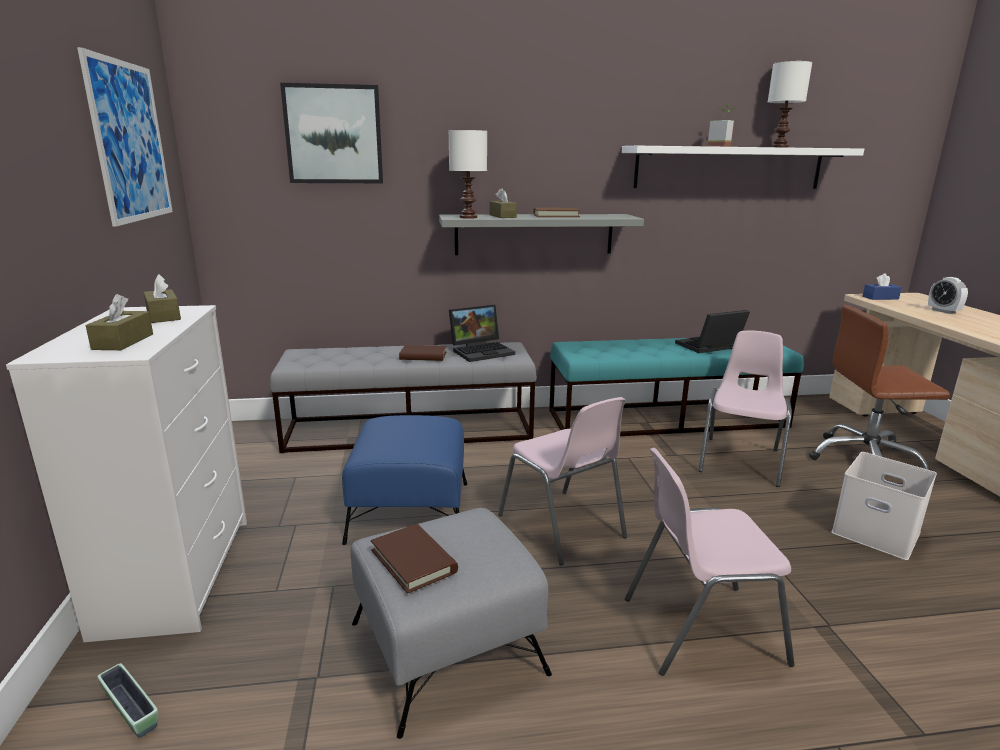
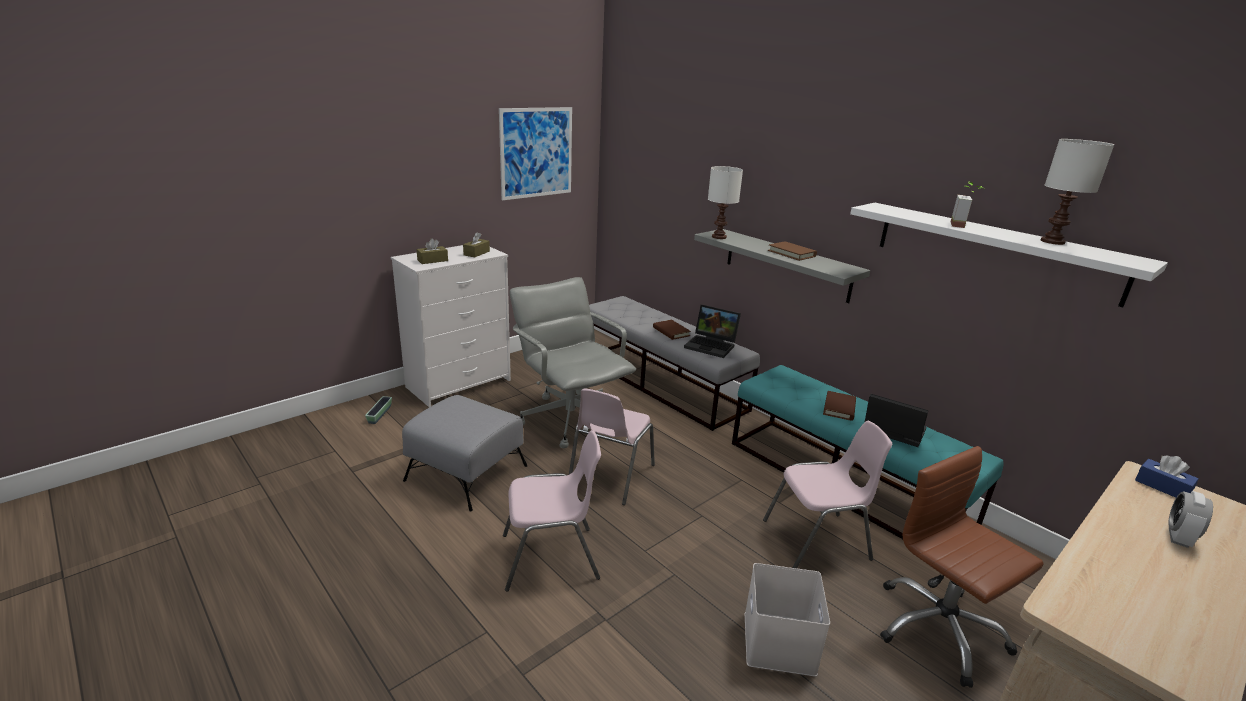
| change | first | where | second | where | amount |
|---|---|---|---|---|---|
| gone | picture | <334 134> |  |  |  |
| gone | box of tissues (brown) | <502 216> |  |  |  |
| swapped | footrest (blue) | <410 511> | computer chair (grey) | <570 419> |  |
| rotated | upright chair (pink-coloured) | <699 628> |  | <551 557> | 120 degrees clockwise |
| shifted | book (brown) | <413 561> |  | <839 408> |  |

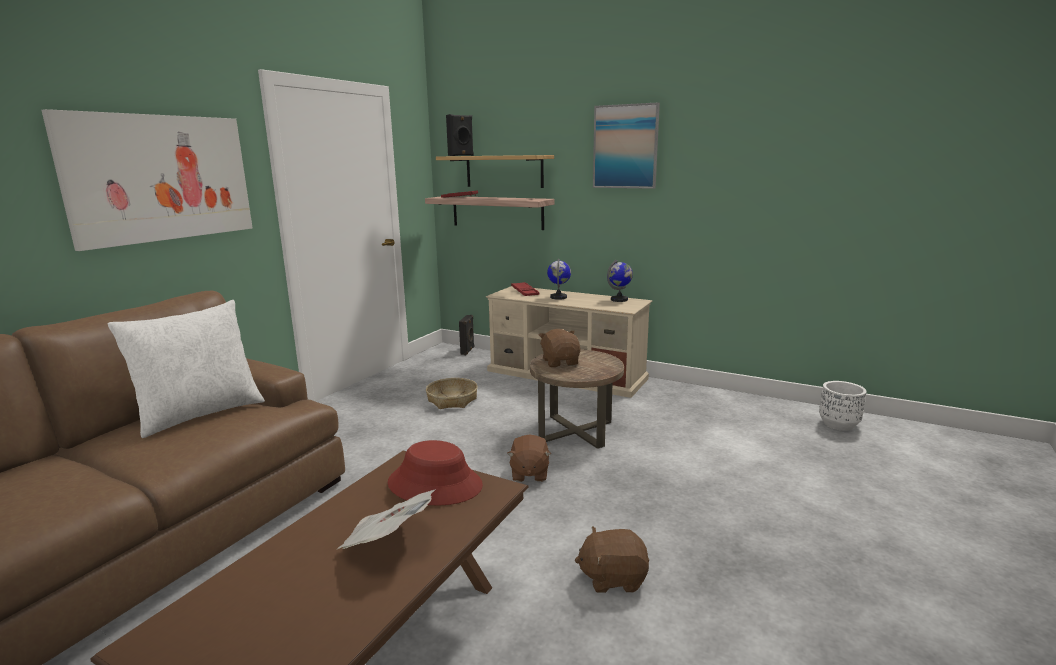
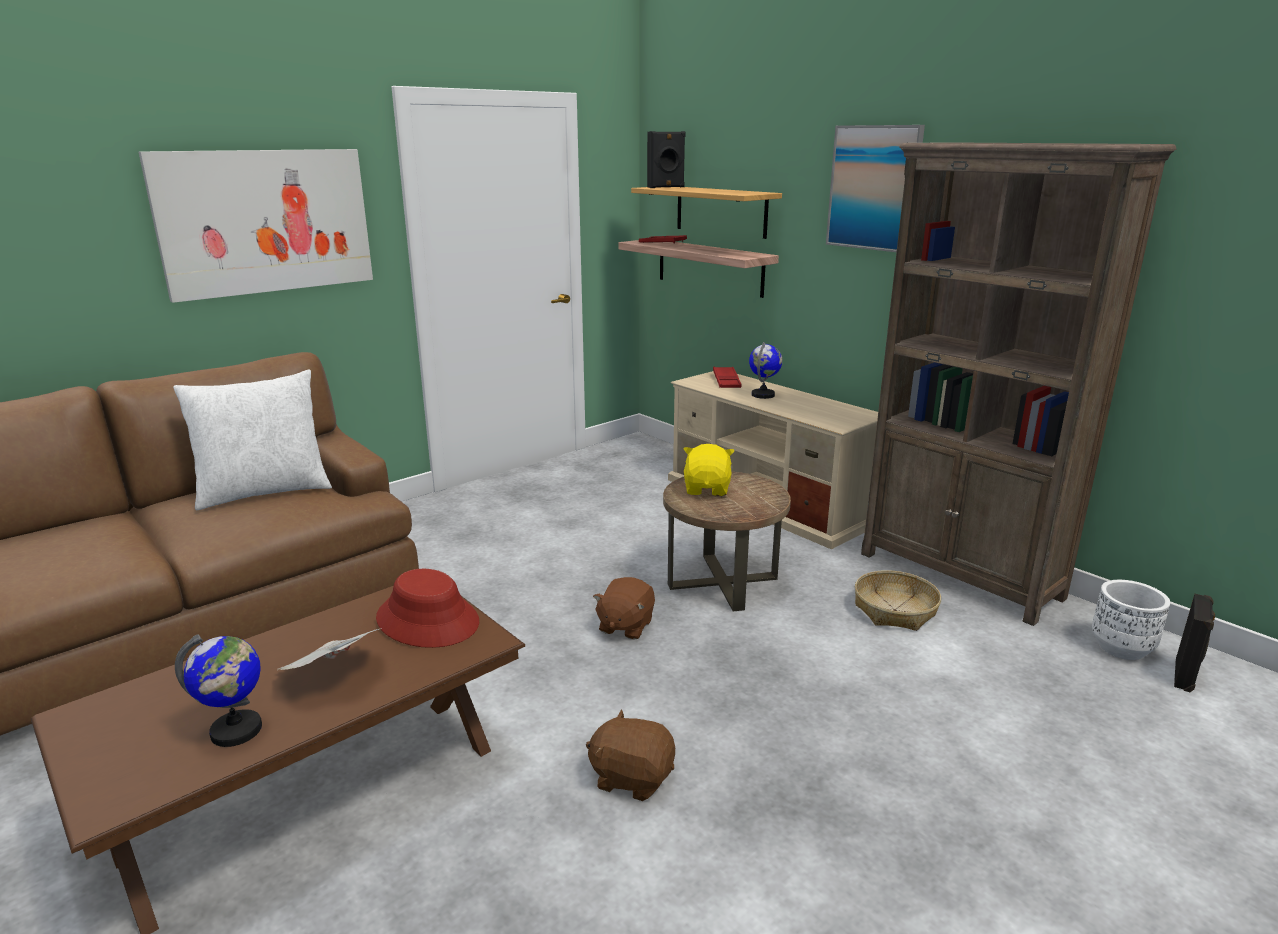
| change | first | where | second | where | amount |
|---|---|---|---|---|---|
| shifted | desk globe | <619 300> |  | <236 731> |  |
| shifted | audio speaker (black) | <468 351> |  | <1185 676> |  |
| repainted | soft toy (brown) | <560 362> | soft toy (yellow-coloured) | <707 489> |  |
| shifted | basket | <452 400> |  | <894 610> |  |
| new |  |  | bookcase (brown) | <960 576> |  |

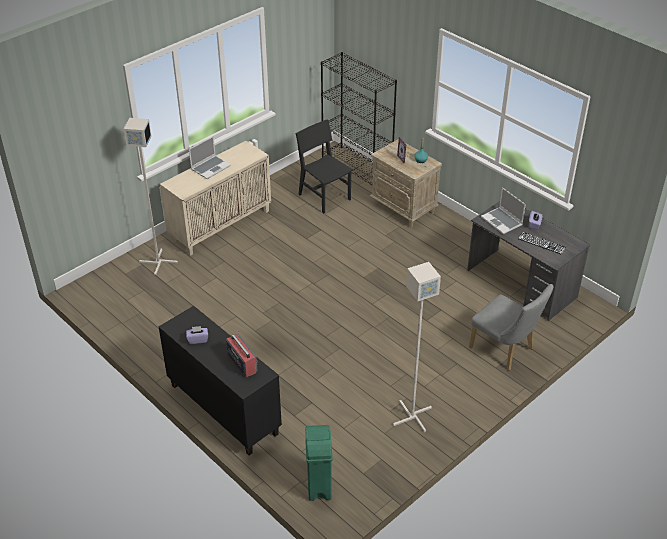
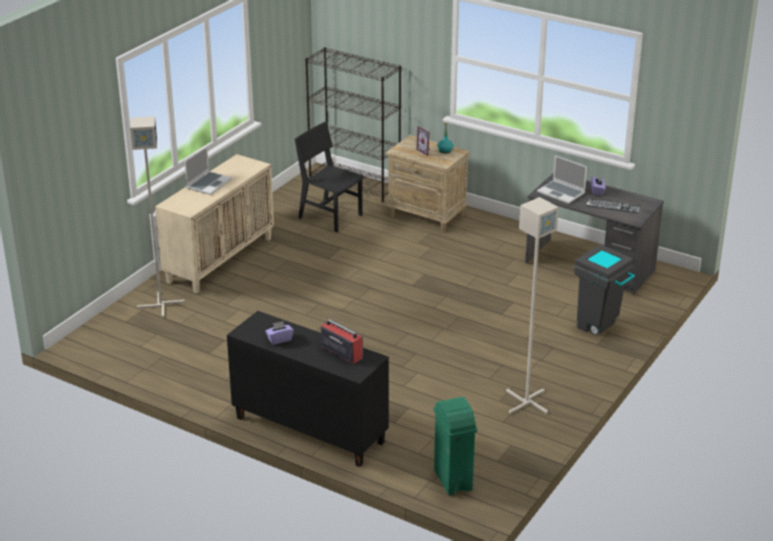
| change | first | where | second | where | amount |
|---|---|---|---|---|---|
| swapped | upright chair (grey) | <505 350> | rubbish bin (grey) | <600 328> |  |

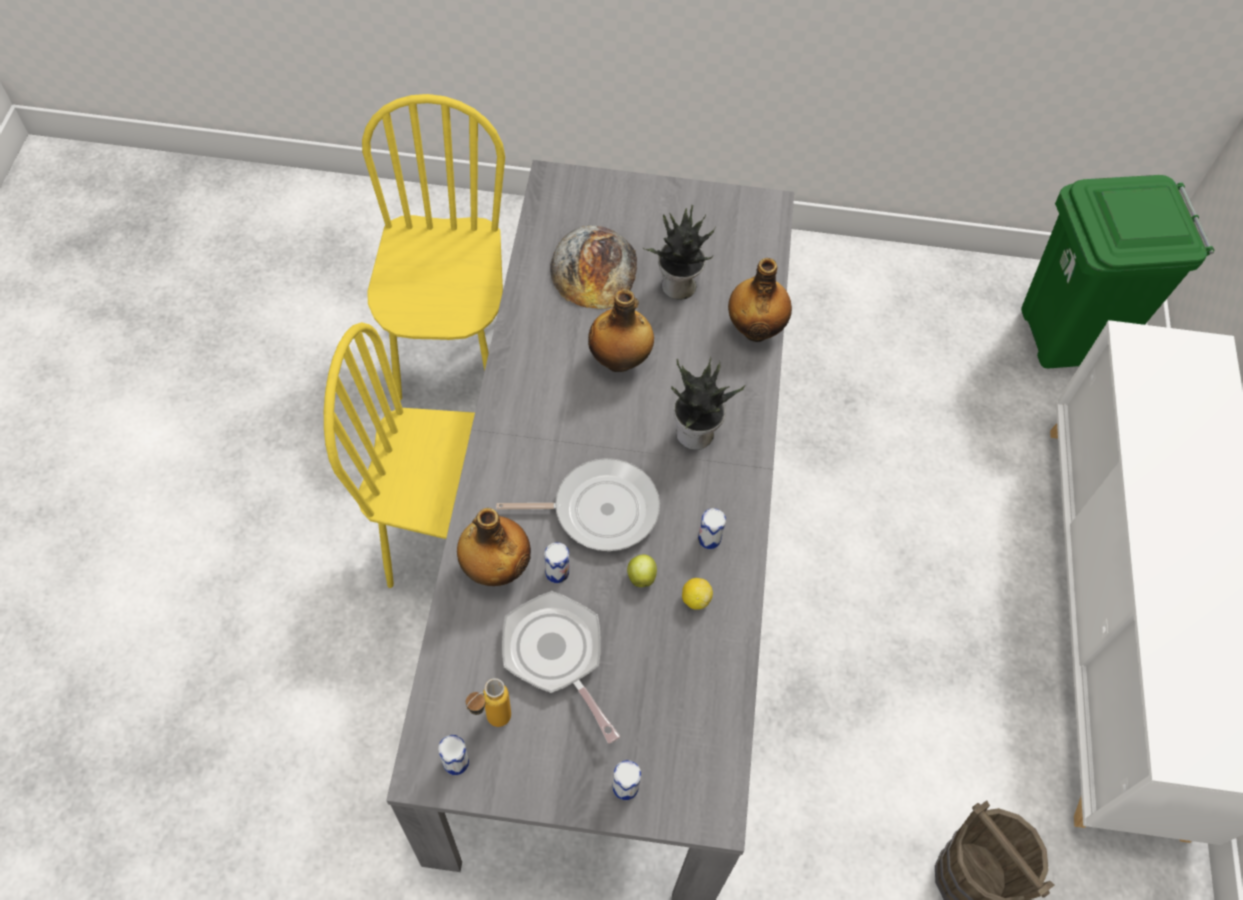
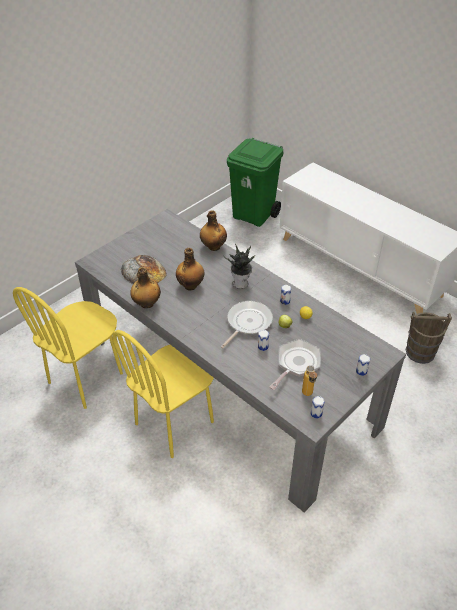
| change | first | where | second | where | amount |
|---|---|---|---|---|---|
| rotated | upright chair (yellow-coloured) | <450 356> |  | <86 378> | 90 degrees counterclockwise |
| gone | potted plant | <678 287> |  |  |  |
| shifted | drink bottle | <496 567> |  | <146 304> |  |
| rotated | frying pan | <556 655> |  | <296 364> | 120 degrees clockwise |

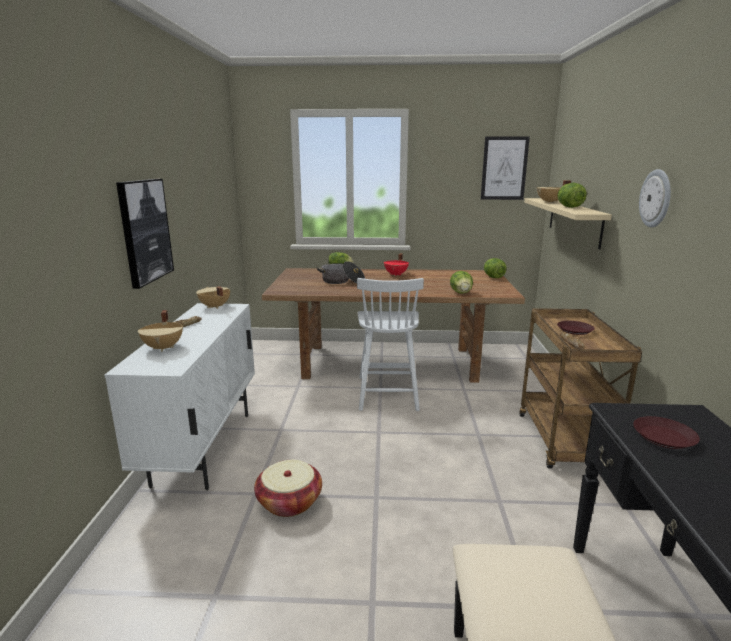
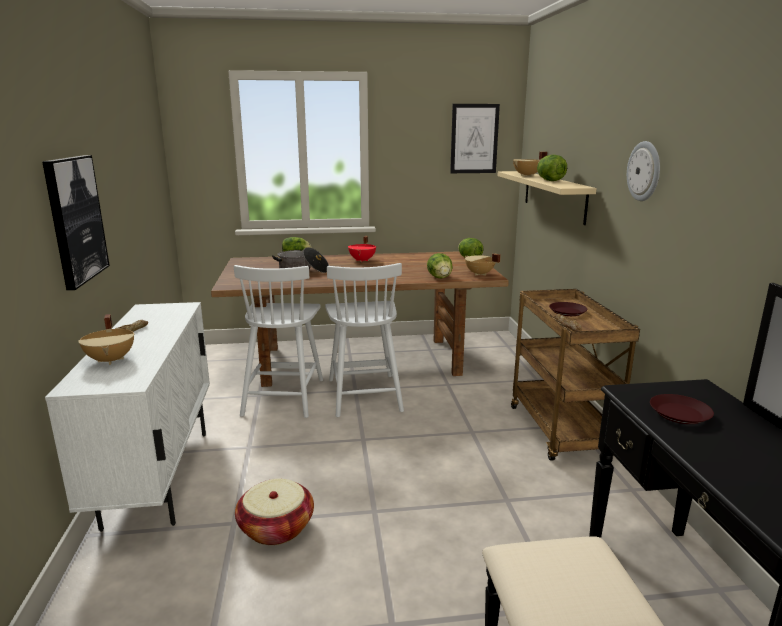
| change | first | where | second | where | amount |
|---|---|---|---|---|---|
| shifted | cooking pot (sand-coloured) | <214 307> |  | <479 274> |  |
| new |  |  | upright chair (white) | <283 396> |  |

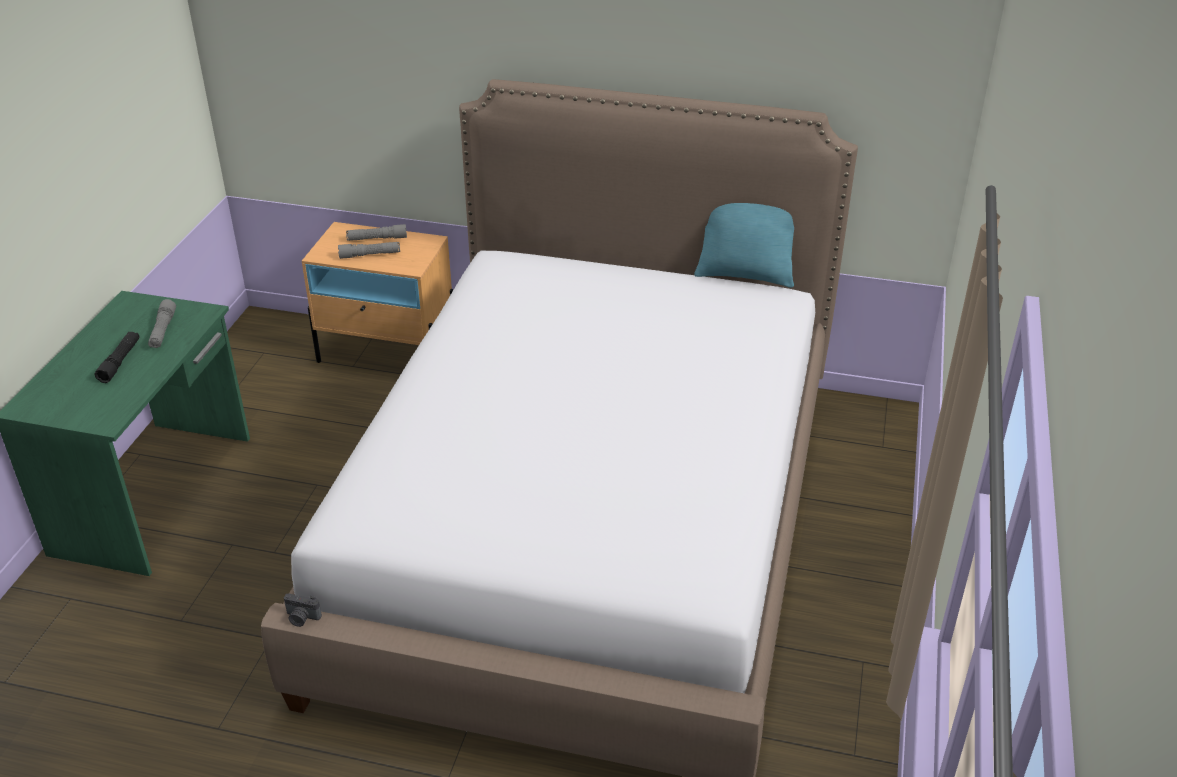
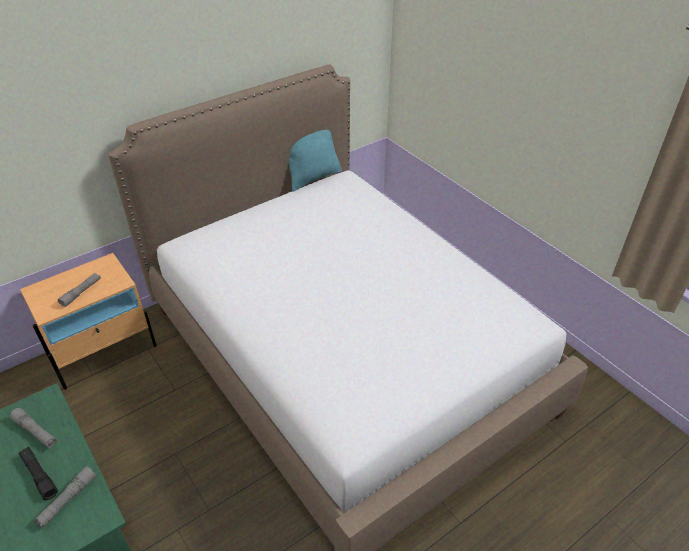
| change | first | where | second | where | amount |
|---|---|---|---|---|---|
| shifted | flashlight (grey) | <377 239> |  | <67 500> |  |
| gone | photo camera | <301 618> |  |  |  |

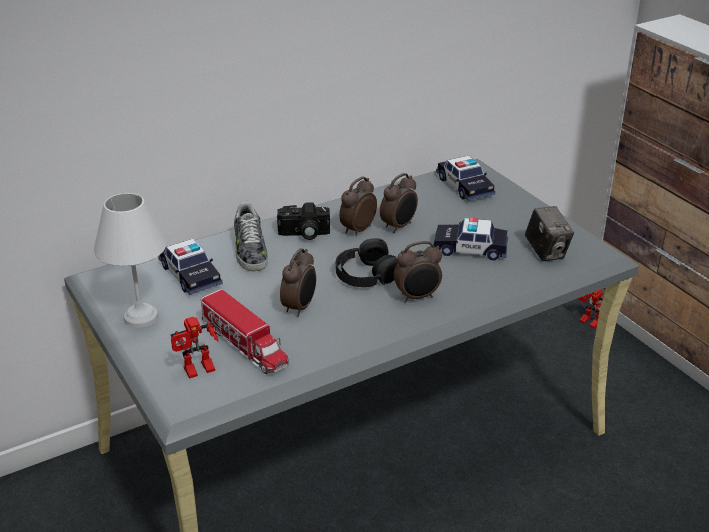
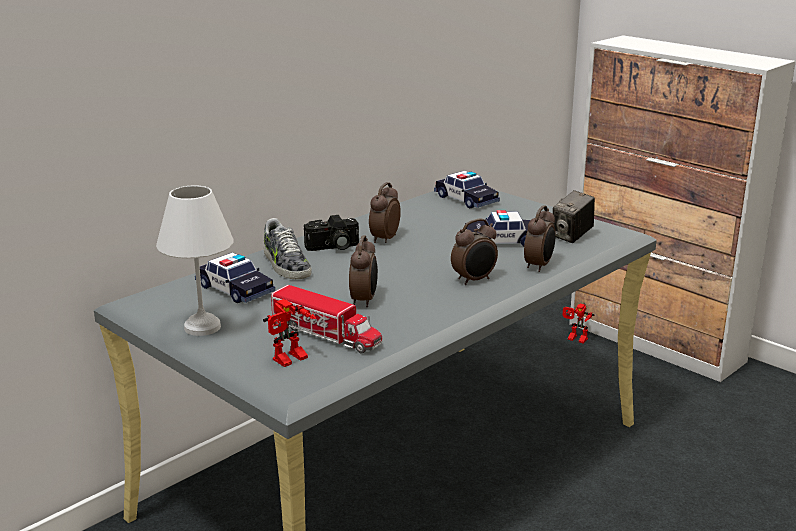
| change | first | where | second | where | amount |
|---|---|---|---|---|---|
| shifted | bedside clock | <399 226> |  | <539 266> |  |
| rotated | photo camera | <546 252> |  | <572 236> | 75 degrees clockwise |
| gone | headphones (black) | <366 274> |  |  |  |

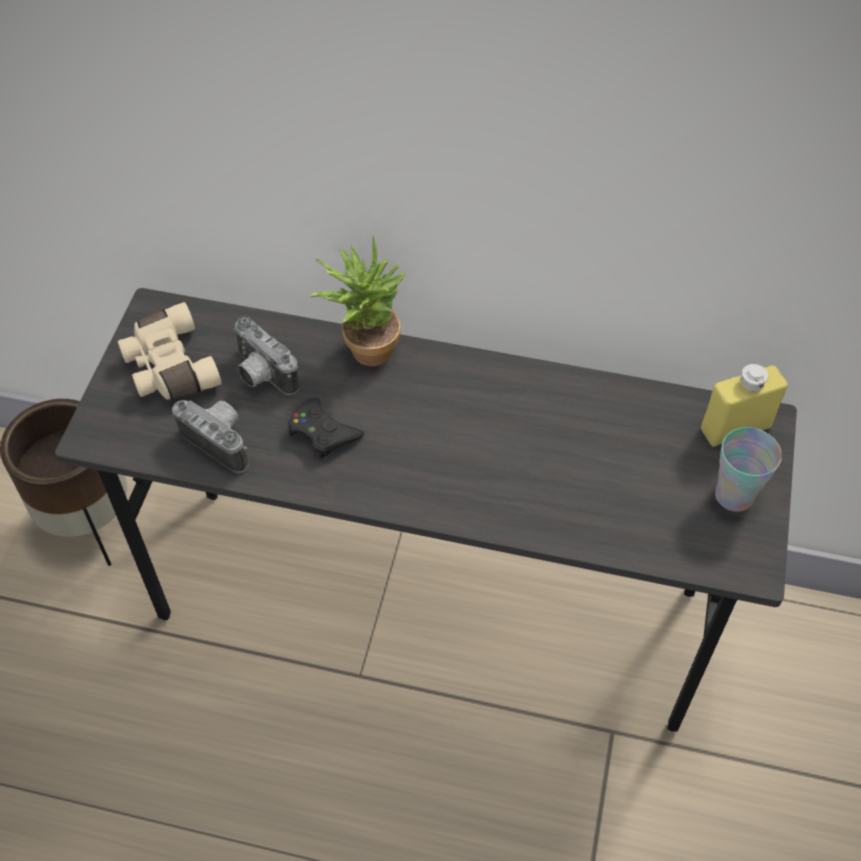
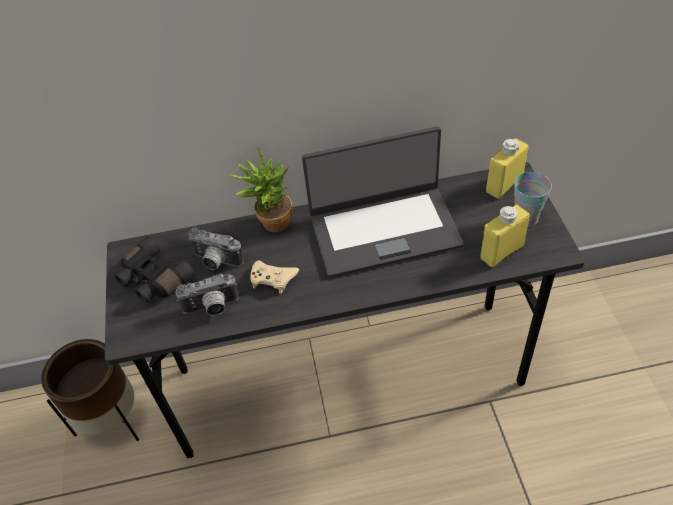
| change | first | where | second | where | amount |
|---|---|---|---|---|---|
| repainted | pair of binoculars (sand-coloured) | <168 367> | pair of binoculars (black) | <153 280> |  |
| repainted | gamepad (black) | <322 432> | gamepad (sand-coloured) | <273 279> |  |
| rotated | photo camera | <221 441> |  | <212 308> | 150 degrees clockwise |
| new |  |  | notebook computer | <384 230> |  |
| new |  |  | drink bottle (yellow-coloured) | <501 252> |  |

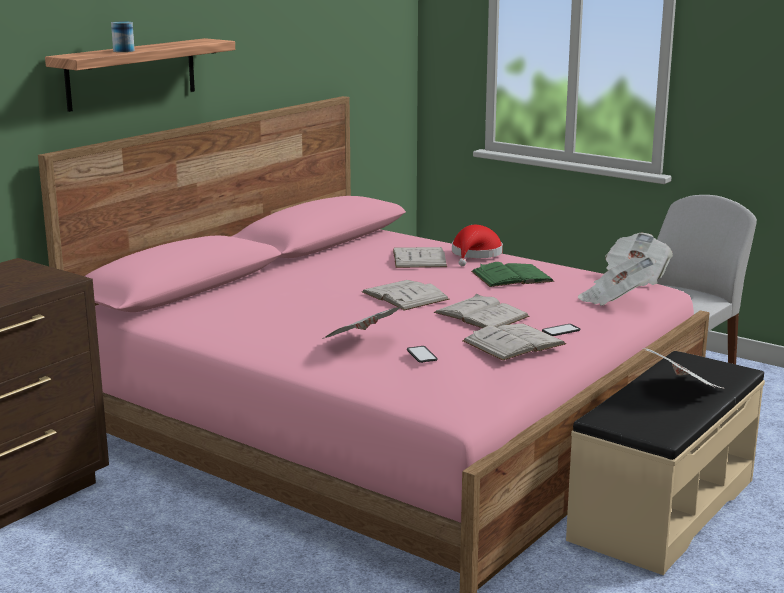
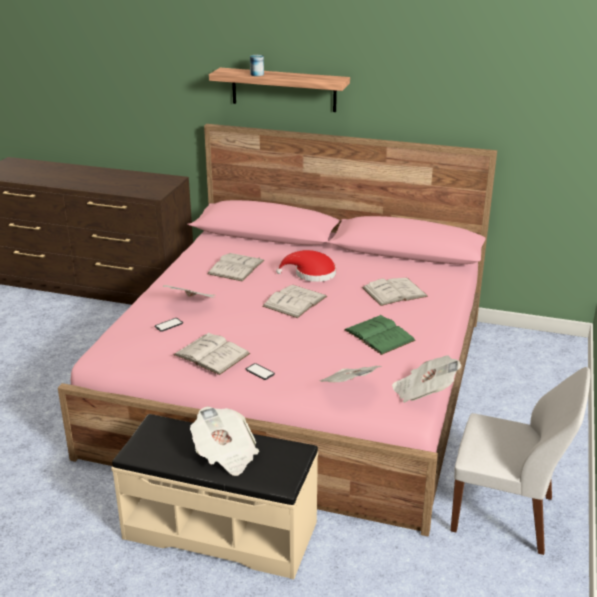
| change | first | where | second | where | amount |
|---|---|---|---|---|---|
| shifted | wearable hat (red-coloured) | <475 254> |  | <311 274> |  |
| shifted | book (white) | <481 314> |  | <236 267> |  |

